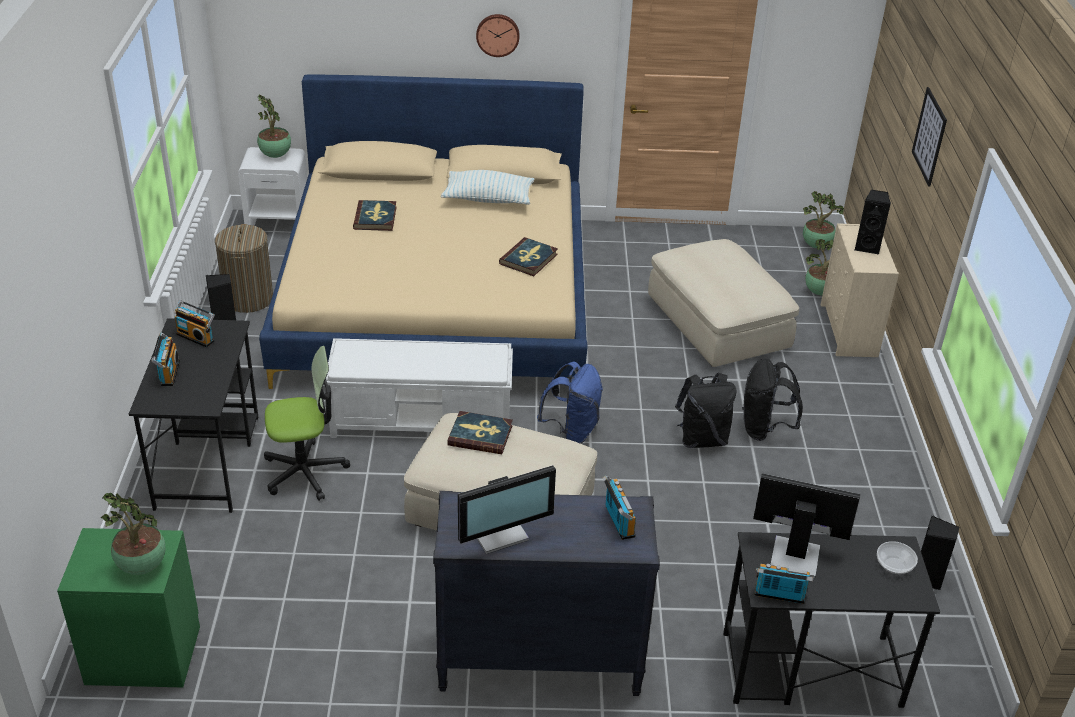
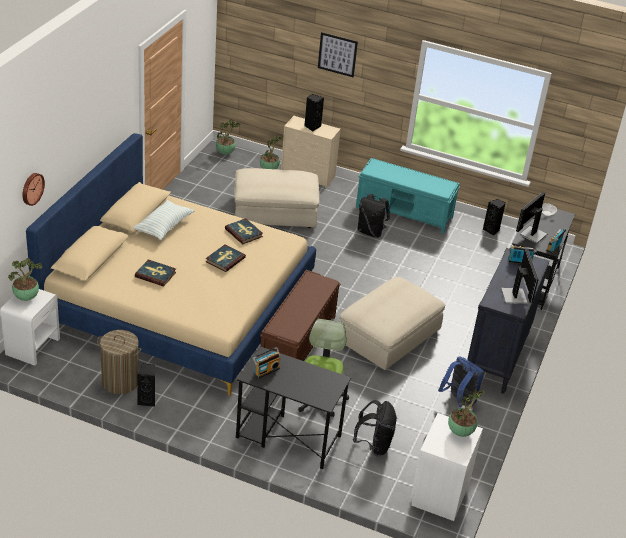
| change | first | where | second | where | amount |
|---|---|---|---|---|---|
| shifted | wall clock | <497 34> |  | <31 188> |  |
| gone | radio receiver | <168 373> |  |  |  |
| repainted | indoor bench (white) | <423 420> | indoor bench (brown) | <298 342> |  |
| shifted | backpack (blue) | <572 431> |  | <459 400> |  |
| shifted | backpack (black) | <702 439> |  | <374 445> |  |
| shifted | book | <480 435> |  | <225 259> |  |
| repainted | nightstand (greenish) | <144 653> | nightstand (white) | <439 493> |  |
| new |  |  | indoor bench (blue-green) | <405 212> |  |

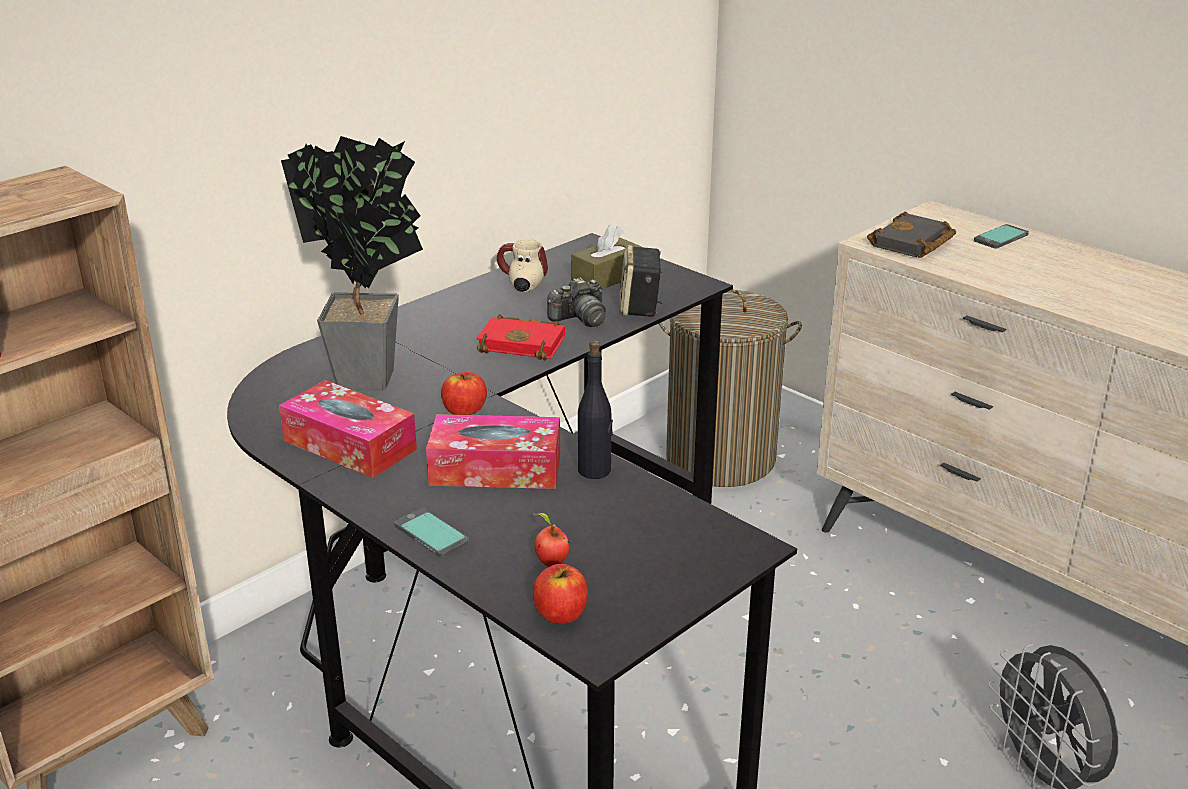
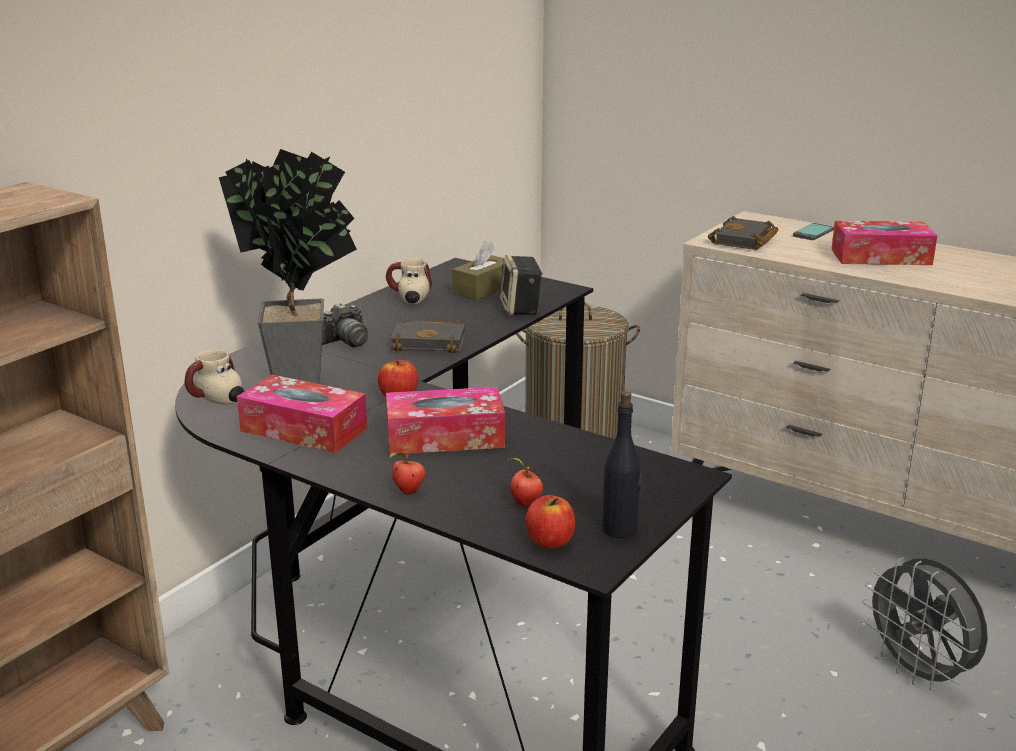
| change | first | where | second | where | amount |
|---|---|---|---|---|---|
| shifted | photo camera | <580 319> |  | <343 341> |  |
| repainted | book (red-coloured) | <524 343> | book (black) | <431 342> |  |
| shifted | drink bottle (black) | <595 470> |  | <620 529> |  |
| swapped | phone | <431 535> | apple fruit | <408 492> |  |
| new |  |  | box of tissues | <881 257> |  |
| new |  |  | mug | <217 400> |  |

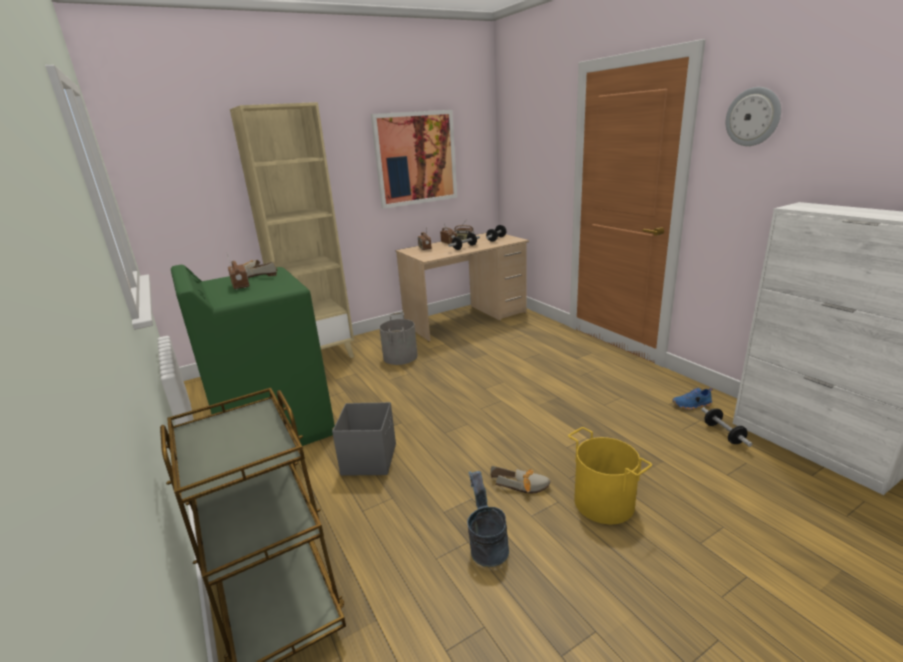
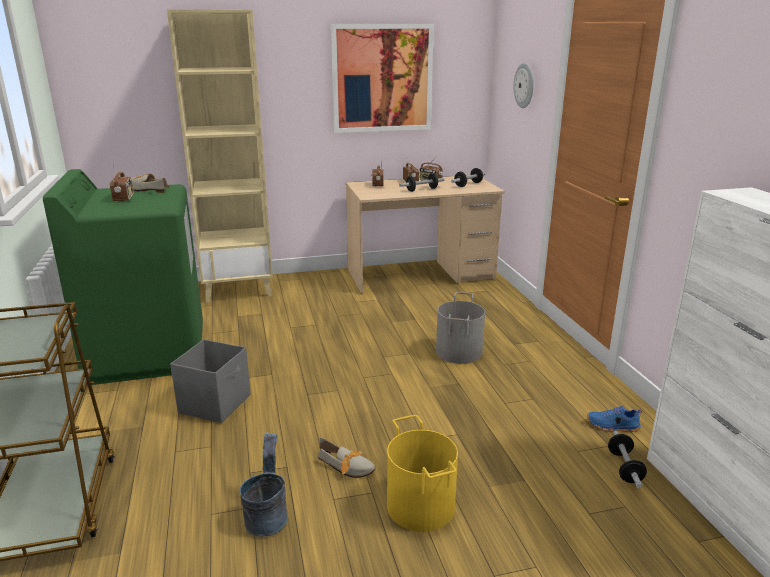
| change | first | where | second | where | amount |
|---|---|---|---|---|---|
| shifted | wall clock | <753 117> |  | <524 85> |  |
| shifted | bucket (grey) | <399 357> |  | <458 352> |  |

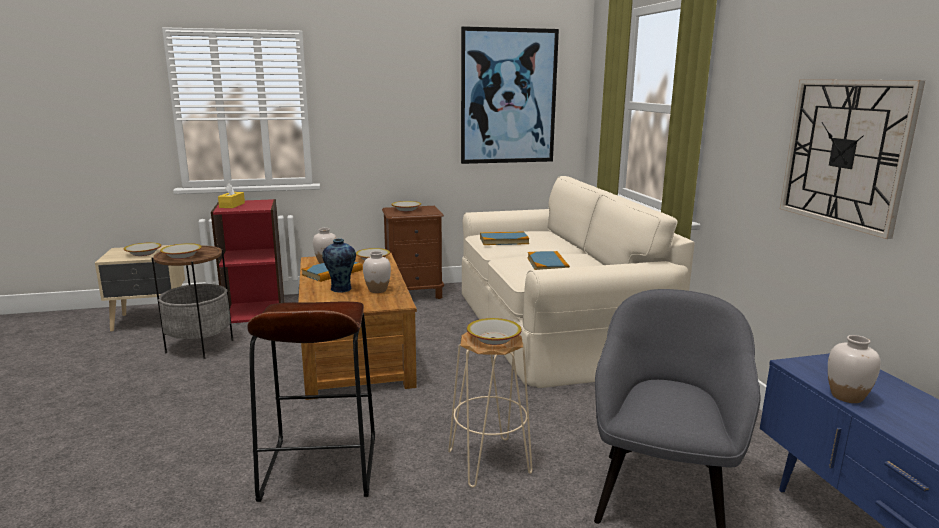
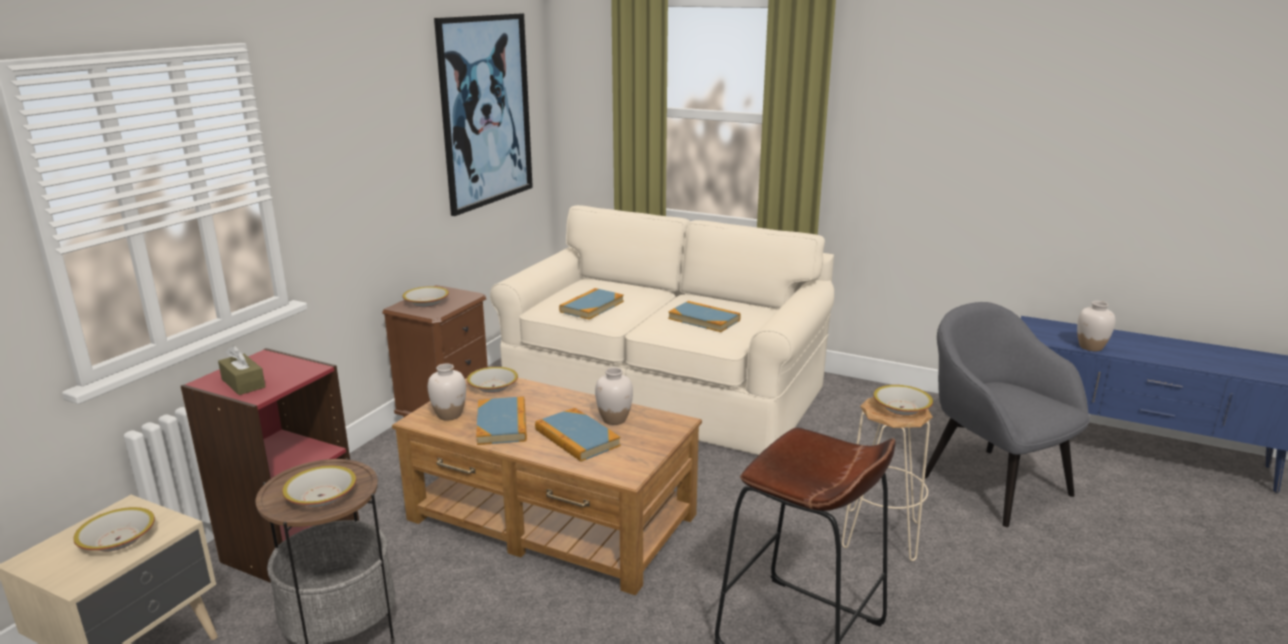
| change | first | where | second | where | amount |
|---|---|---|---|---|---|
| gone | wall clock | <845 153> |  |  |  |
| repainted | box of tissues (yellow-coloured) | <232 205> | box of tissues (brown) | <243 383> |  |
| swapped | decorative vase | <340 289> | book | <577 438> |  |

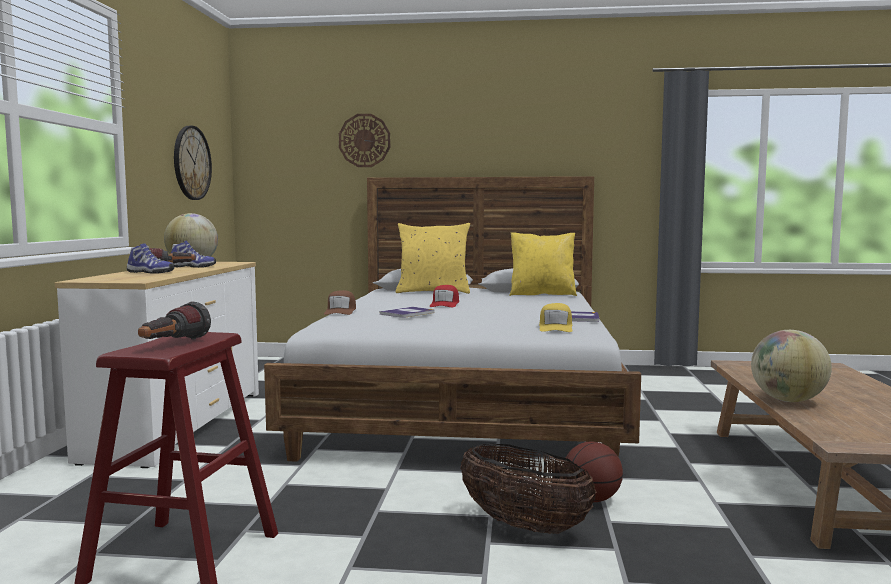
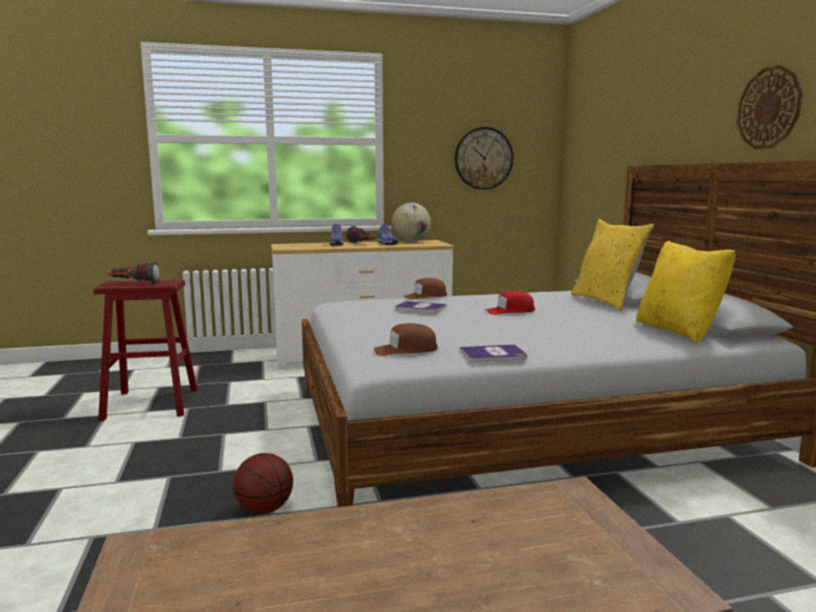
| change | first | where | second | where | amount |
|---|---|---|---|---|---|
| shifted | wall clock | <364 140> |  | <769 108> |  |
| repainted | cap (yellow-coloured) | <556 327> | cap (brown) | <405 350> |  |
| gone | desk globe | <788 400> |  |  |  |
| gone | basket | <524 526> |  |  |  |

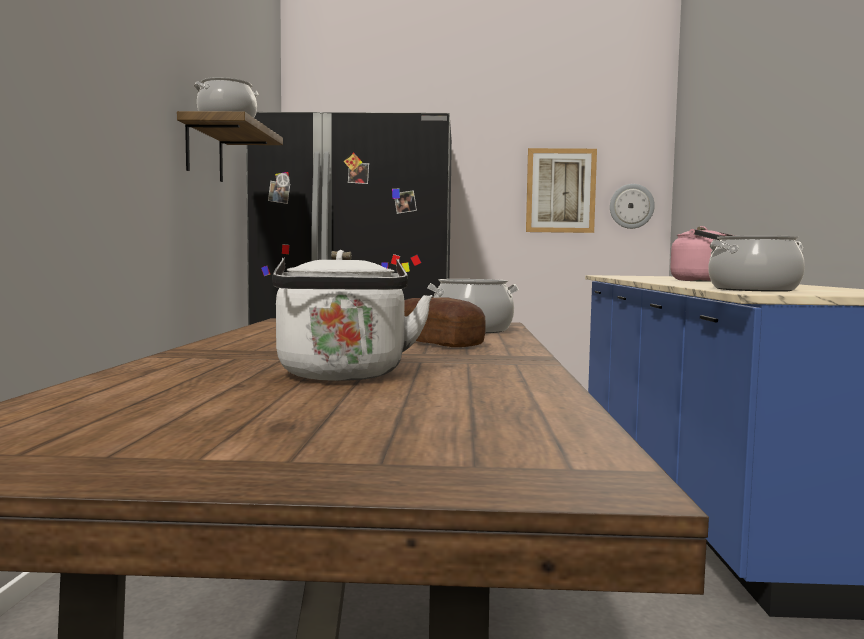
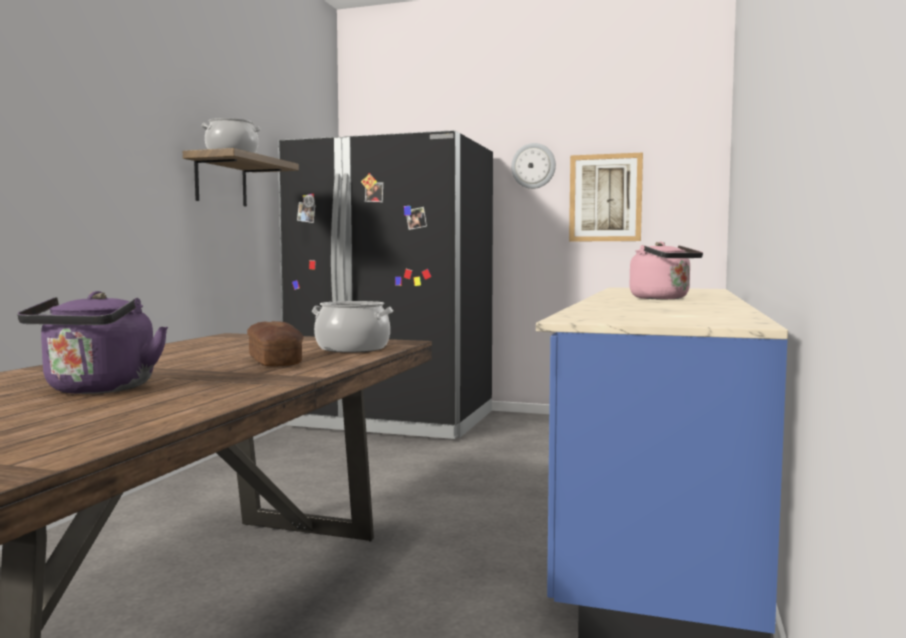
| change | first | where | second | where | amount |
|---|---|---|---|---|---|
| shifted | wall clock | <631 206> |  | <533 166> |  |
| gone | cooking pot | <754 290> |  |  |  |
| repainted | tea kettle (white) | <343 376> | tea kettle (purple) | <98 390> |  |

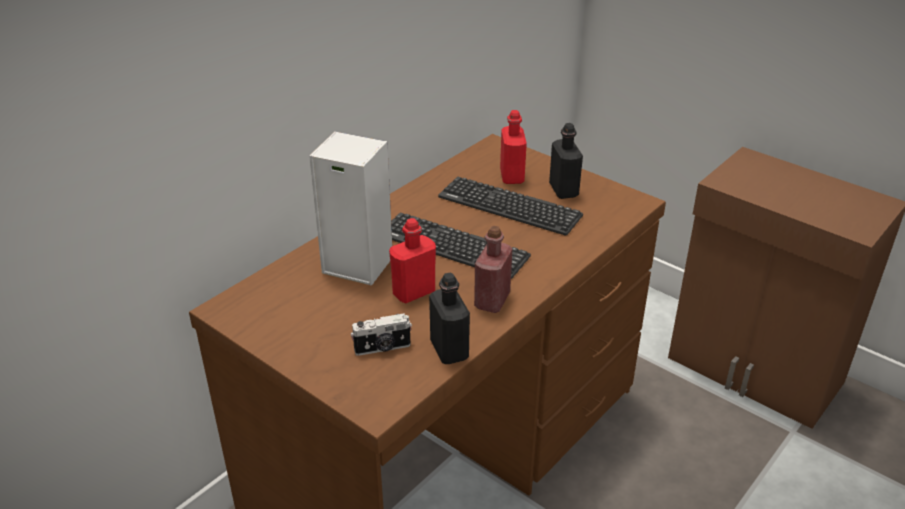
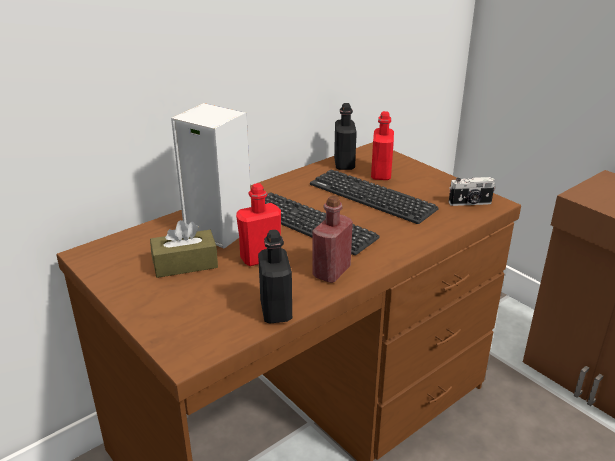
| change | first | where | second | where | amount |
|---|---|---|---|---|---|
| shifted | drink bottle (black) | <563 190> |  | <344 164> |  |
| shifted | photo camera | <383 348> |  | <470 203> |  |
| new |  |  | box of tissues (brown) | <185 264> |  |

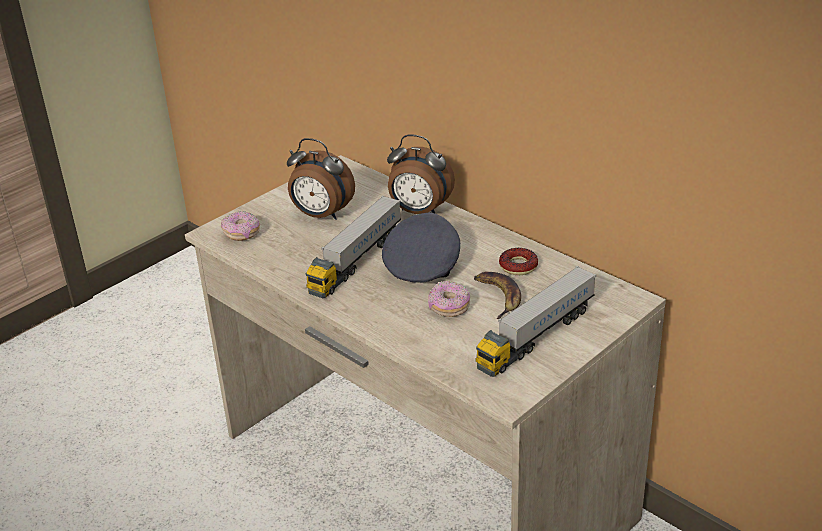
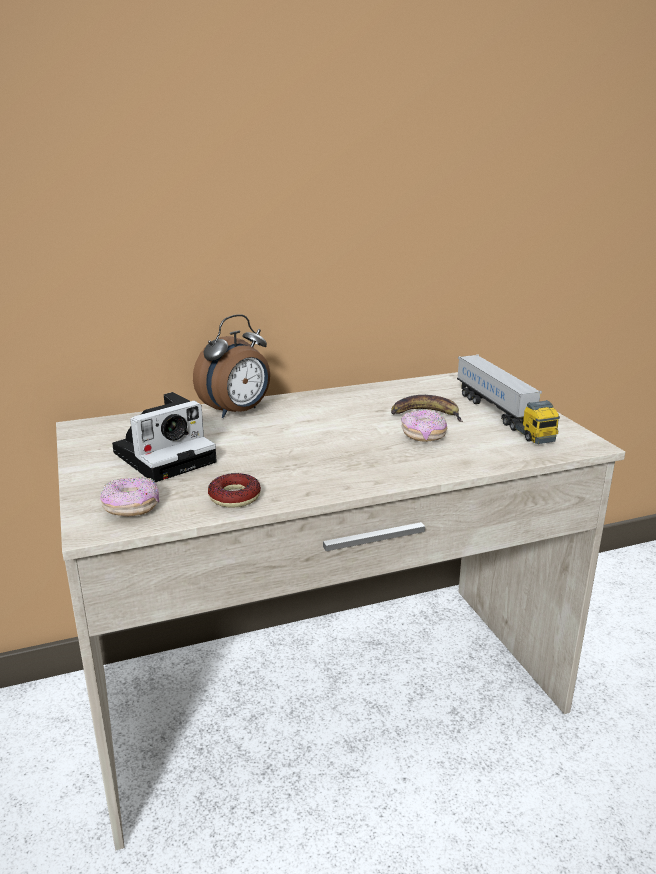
| change | first | where | second | where | amount |
|---|---|---|---|---|---|
| swapped | bedside clock | <321 215> | photo camera | <167 455> |  |
| gone | toy lorry | <356 261> |  |  |  |
| gone | cap (grey) | <422 264> |  |  |  |
| shifted | doughnut | <518 266> |  | <235 497> |  |

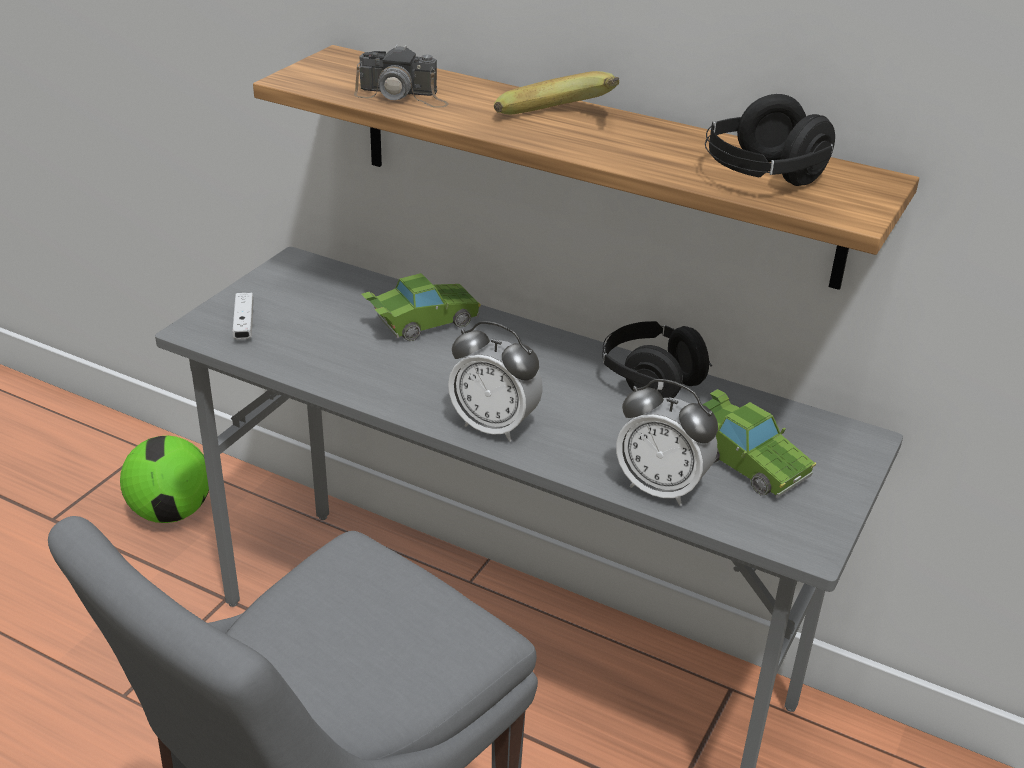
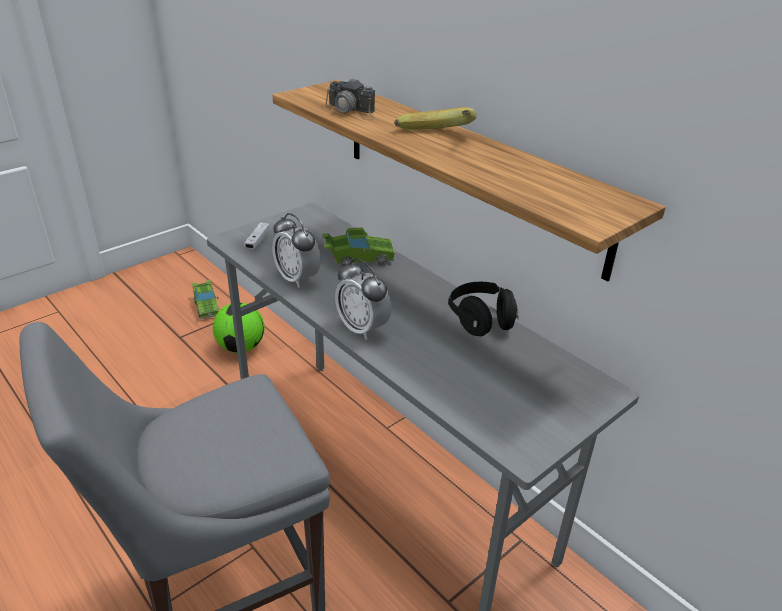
| change | first | where | second | where | amount |
|---|---|---|---|---|---|
| gone | headphones (black) | <762 176> |  |  |  |
| shifted | bedside clock | <661 488> |  | <297 278> |  |
| shifted | miniature car (greenish) | <744 462> |  | <206 307> |  |

